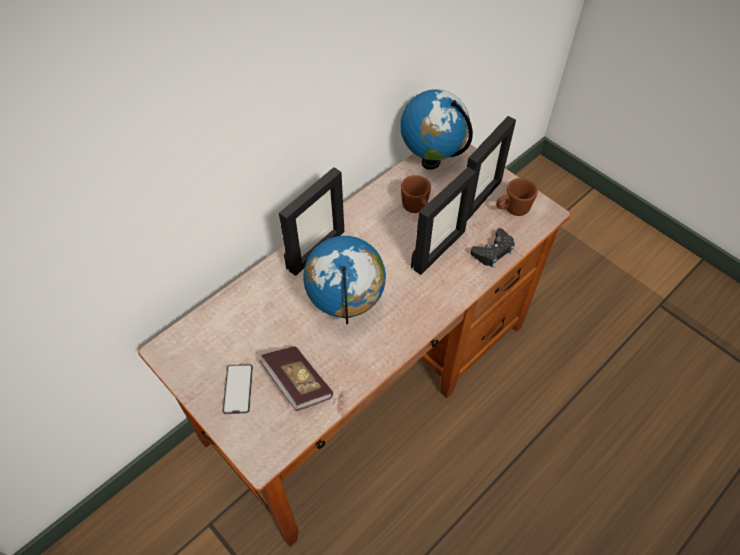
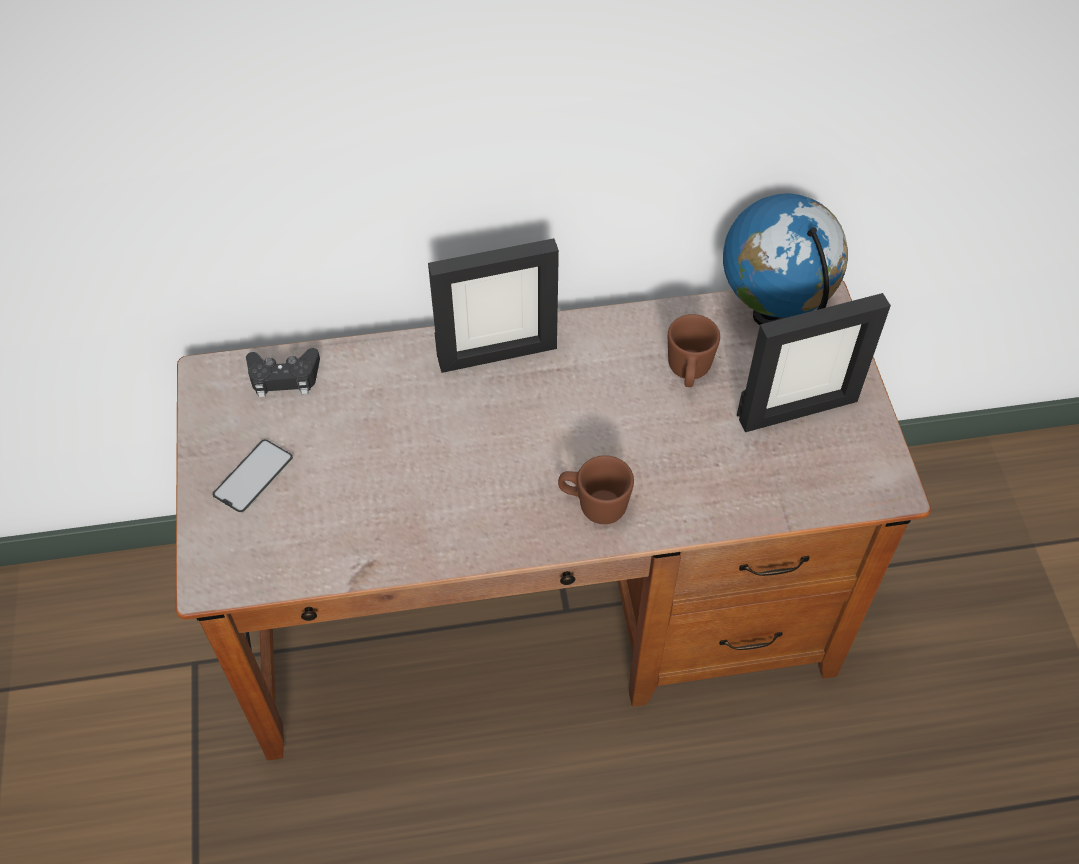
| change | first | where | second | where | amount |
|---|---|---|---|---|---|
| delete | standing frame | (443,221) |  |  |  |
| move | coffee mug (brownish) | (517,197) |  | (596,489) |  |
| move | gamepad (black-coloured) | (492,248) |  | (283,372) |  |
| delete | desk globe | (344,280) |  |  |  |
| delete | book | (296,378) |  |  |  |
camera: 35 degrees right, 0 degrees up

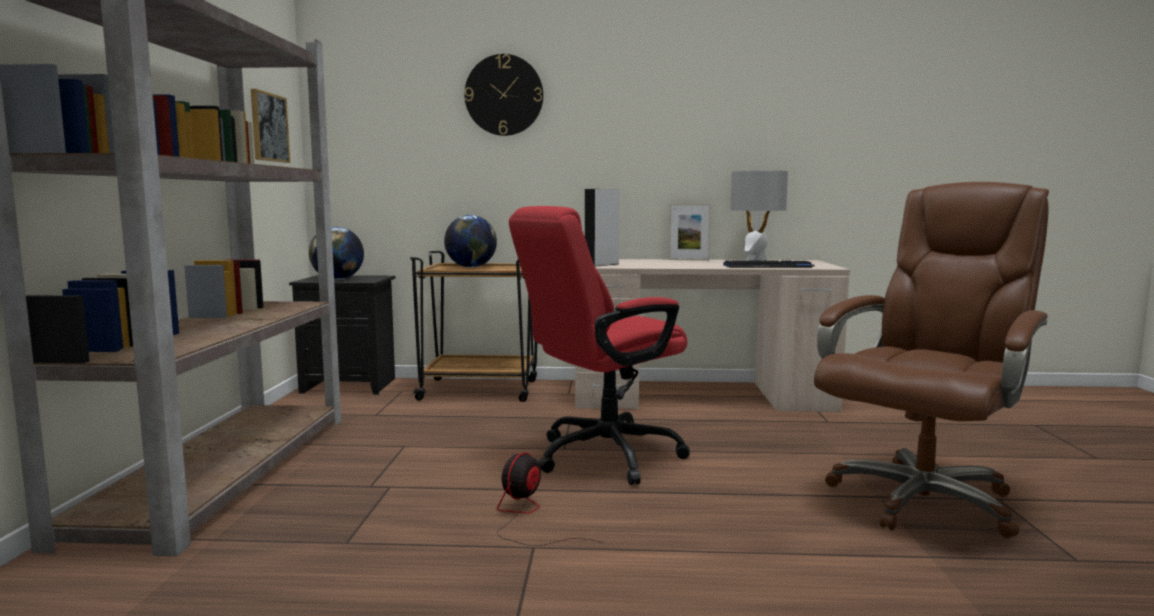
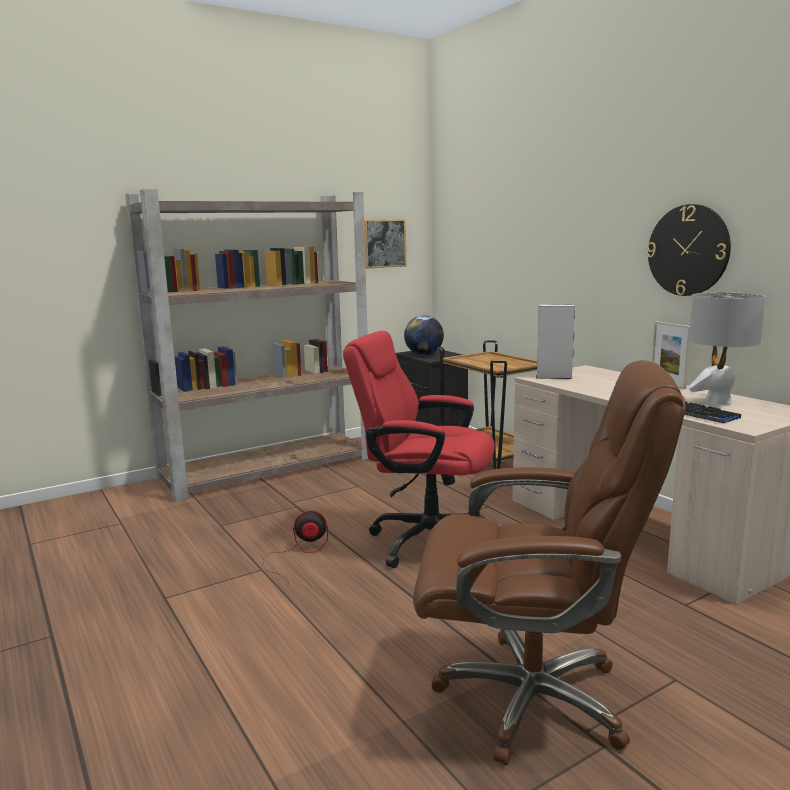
| change | first | where | second | where | amount |
|---|---|---|---|---|---|
| move | hanging clock | (503,95) |  | (689,250) |  |
| delete | desk globe | (470,241) |  |  |  |
camera: 55 degrees right, 5 degrees up

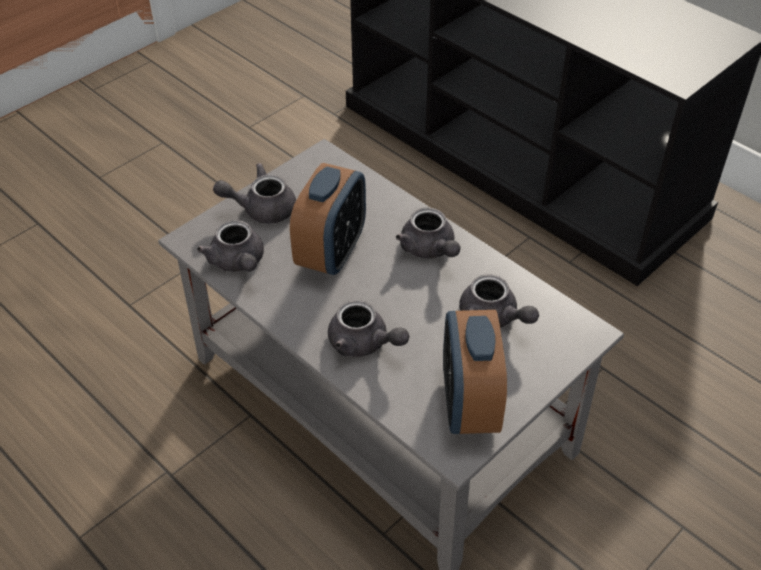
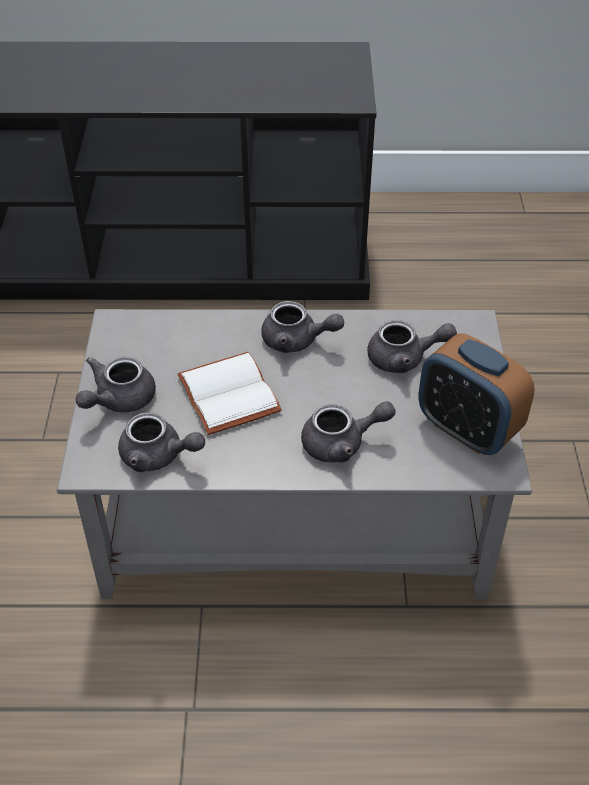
| change | first | where | second | where | amount |
|---|---|---|---|---|---|
| replace | table clock | (328,219) | book (white) | (229,393) |  |
camera: 45 degrees left, 0 degrees up

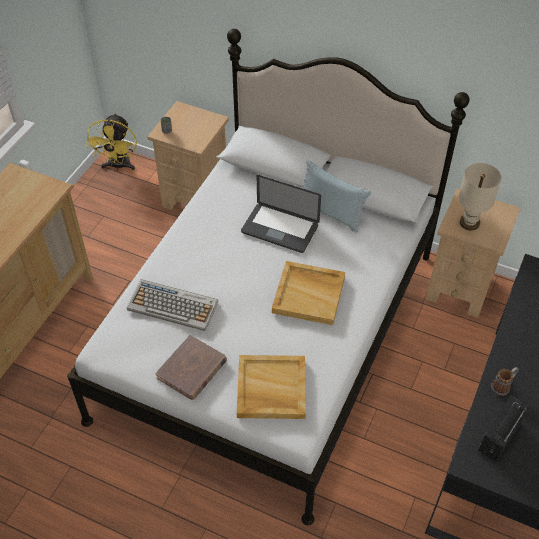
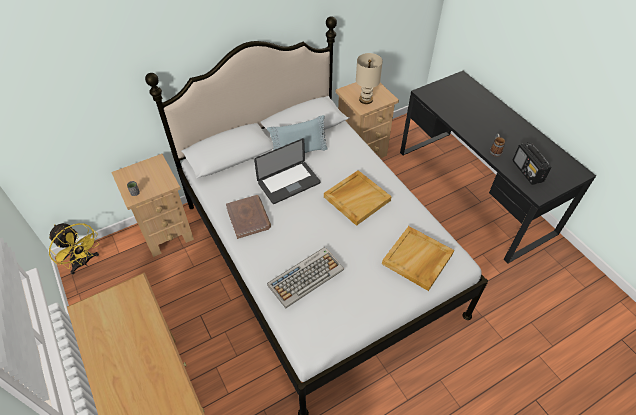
| change | first | where | second | where | amount |
|---|---|---|---|---|---|
| move | book (brownish) | (191,367) |  | (248,217) |  |
camera: 55 degrees left, 0 degrees up

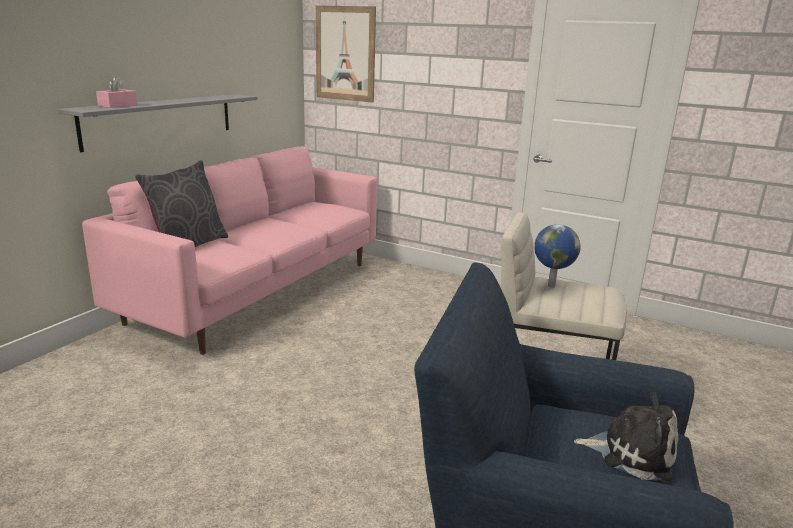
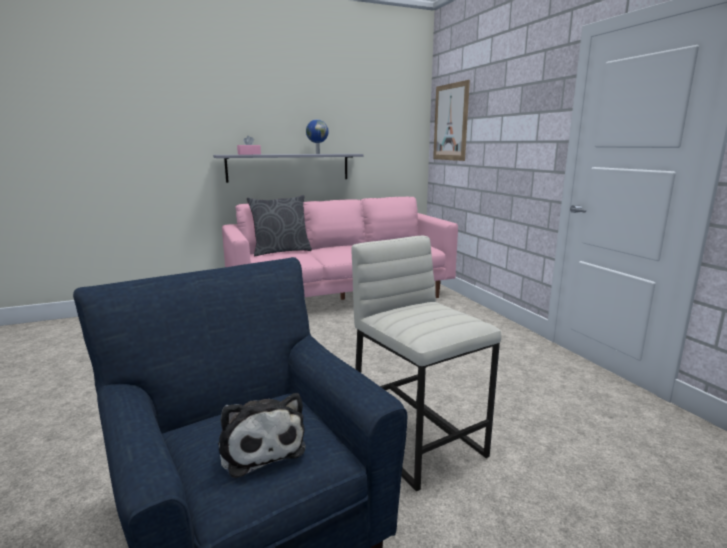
| change | first | where | second | where | amount |
|---|---|---|---|---|---|
| move | desk globe | (557,256) |  | (317,137) |  |
camera: 40 degrees right, 5 degrees down

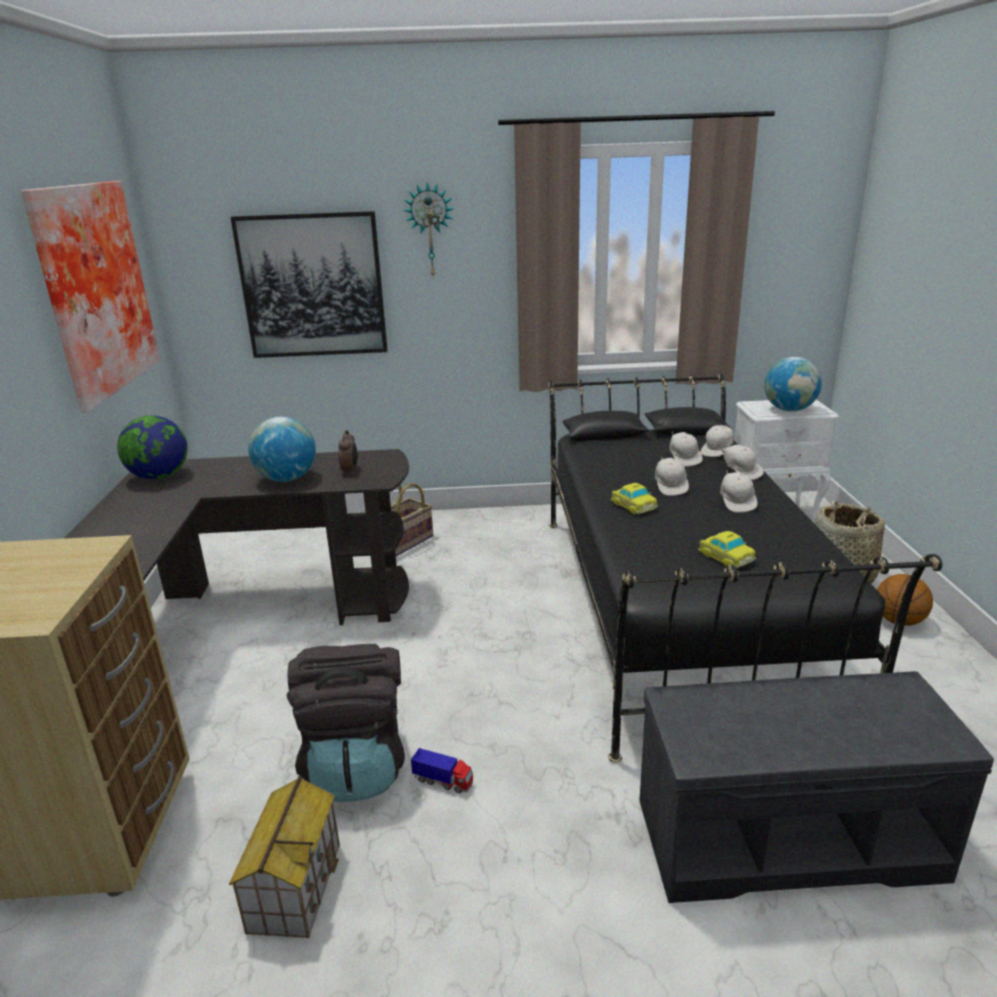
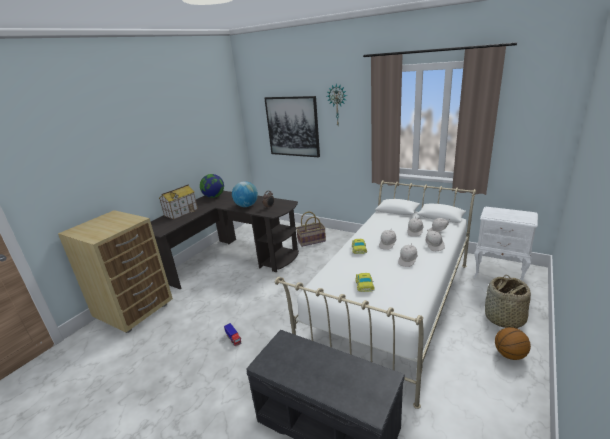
| change | first | where | second | where | amount |
|---|---|---|---|---|---|
| delete | wall art | (90,297) |  |  |  |
| delete | desk globe | (793,384) |  |  |  |
| recolor | bed (black-coloured) | (745,568) | bed (white) | (375,294) |  |
| delete | backpack (black-coloured) | (345,723) |  |  |  |
| move | miniature house | (284,856) |  | (178,202) |  |
camera: 35 degrees right, 0 degrees up

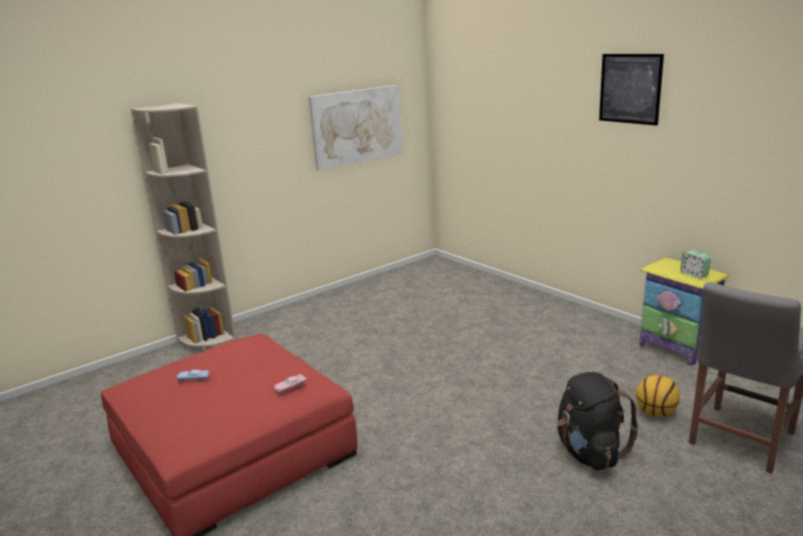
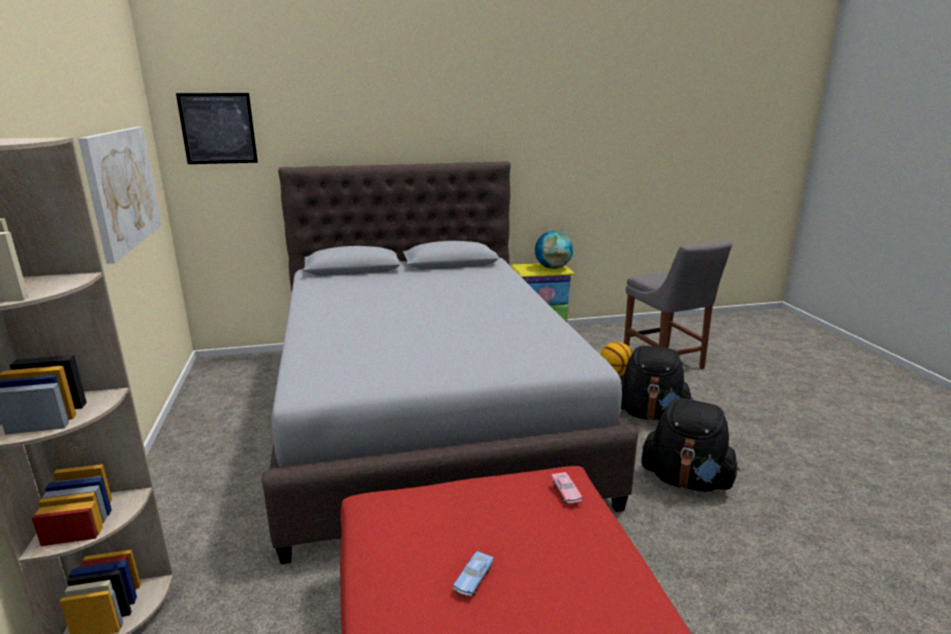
| change | first | where | second | where | amount |
|---|---|---|---|---|---|
| move | wall art | (631,90) |  | (217,128) |  |
| replace | table clock | (695,264) | desk globe | (554,250) |  |
| insert |  |  | bed (grey) | (450,362) |  |
| insert |  |  | backpack (black-coloured) | (690,445) |  |
camera: 65 degrees left, 0 degrees up

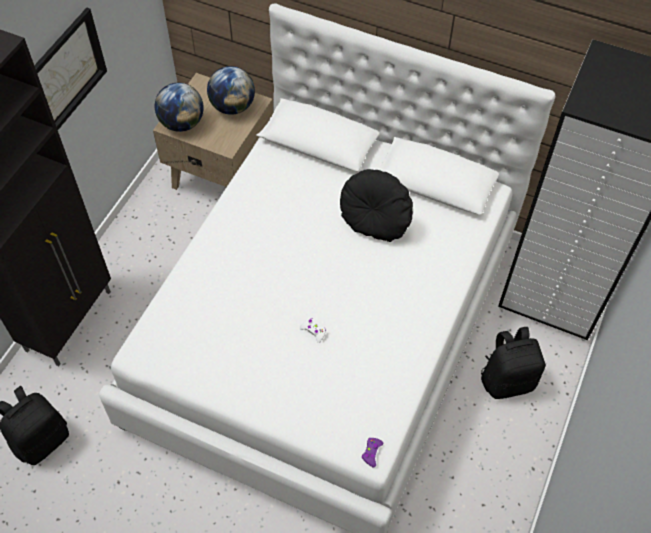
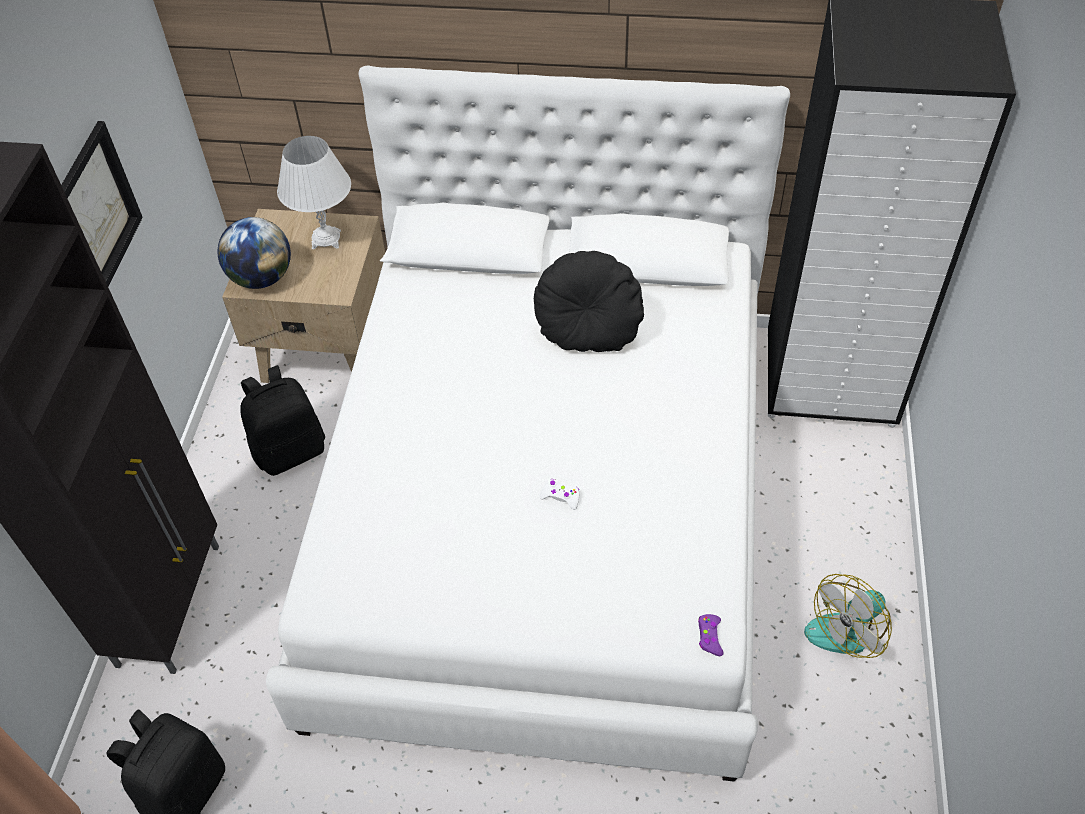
| change | first | where | second | where | amount |
|---|---|---|---|---|---|
| replace | desk globe | (231,90) | tabletop lamp (white) | (314,192) |  |
| move | backpack (black-coloured) | (513,363) |  | (282,420) |  |
| insert |  |  | fan | (848,616) |  |
camera: 15 degrees left, 5 degrees down

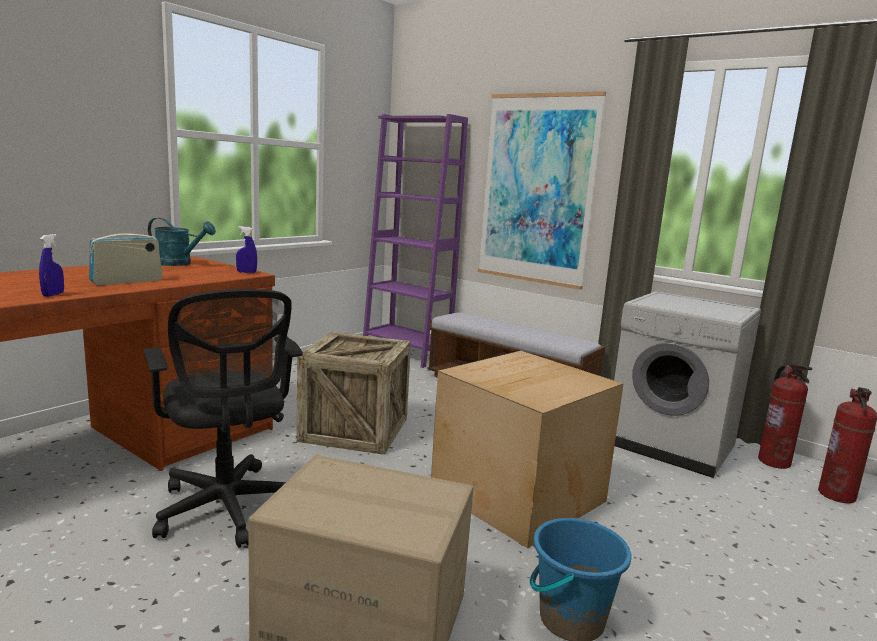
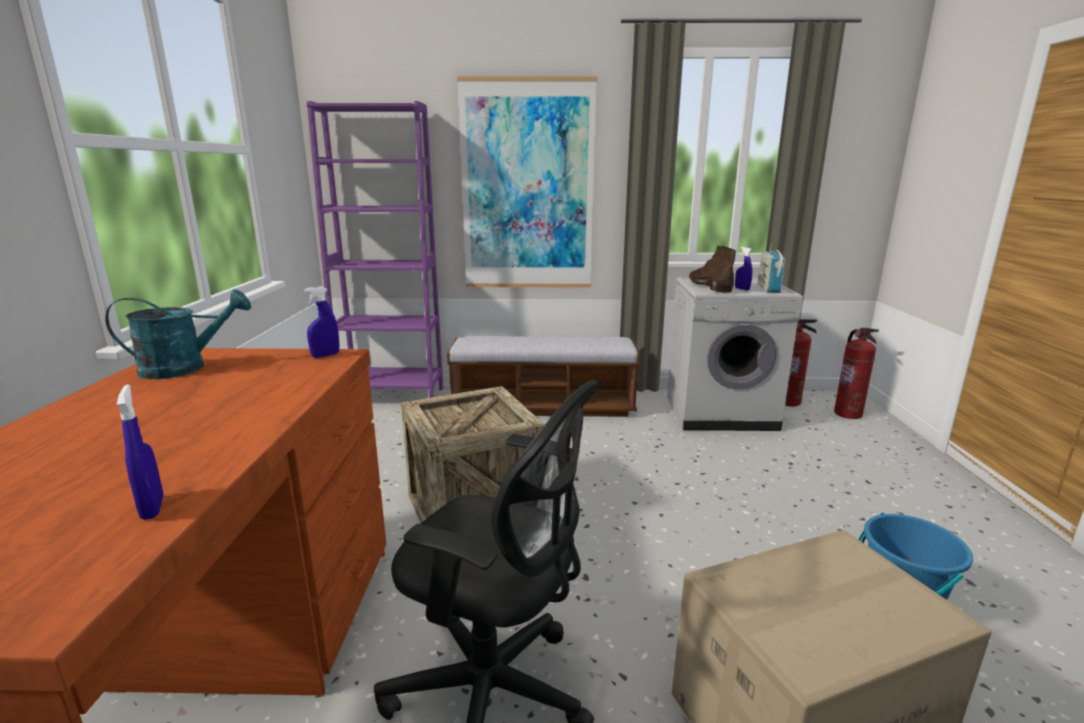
| change | first | where | second | where | amount |
|---|---|---|---|---|---|
| move | radio | (125,256) |  | (771,268) |  |
| delete | packing box | (527,449) |  |  |  |
| insert |  |  | tall boot (brownish) | (712,269) |  |
| insert |  |  | spray bottle (bluish) | (743,269) |  |
camera: 35 degrees left, 5 degrees up

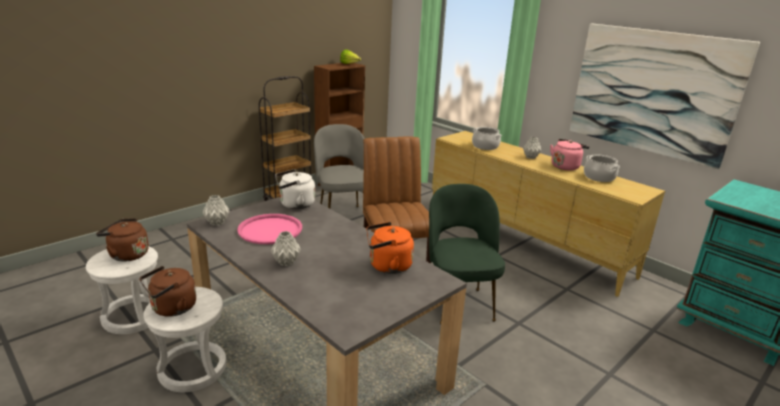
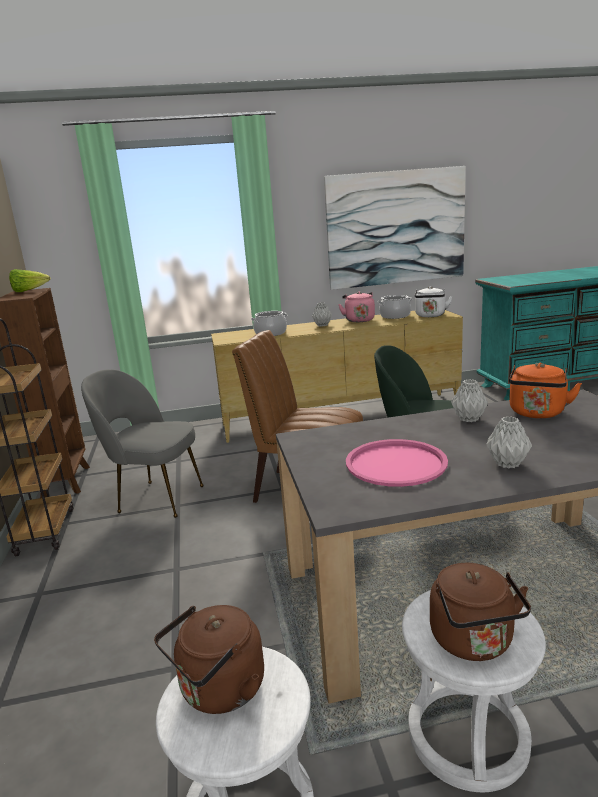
| change | first | where | second | where | amount |
|---|---|---|---|---|---|
| move | water kettle (white) | (295,189) |  | (434,301) |  |
| move | flower vase (grey) | (216,210) |  | (469,400) |  |
camera: 55 degrees left, 5 degrees down

